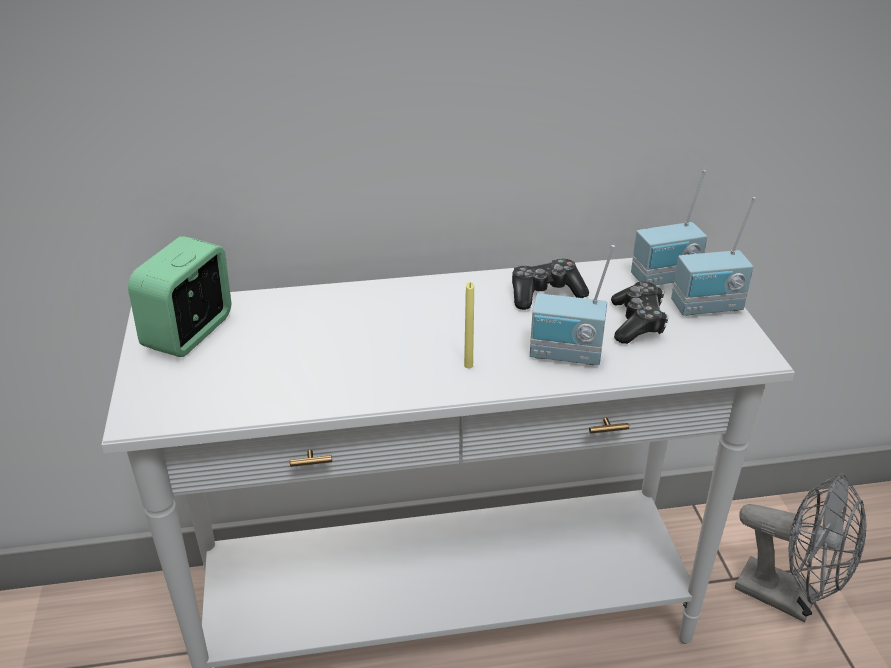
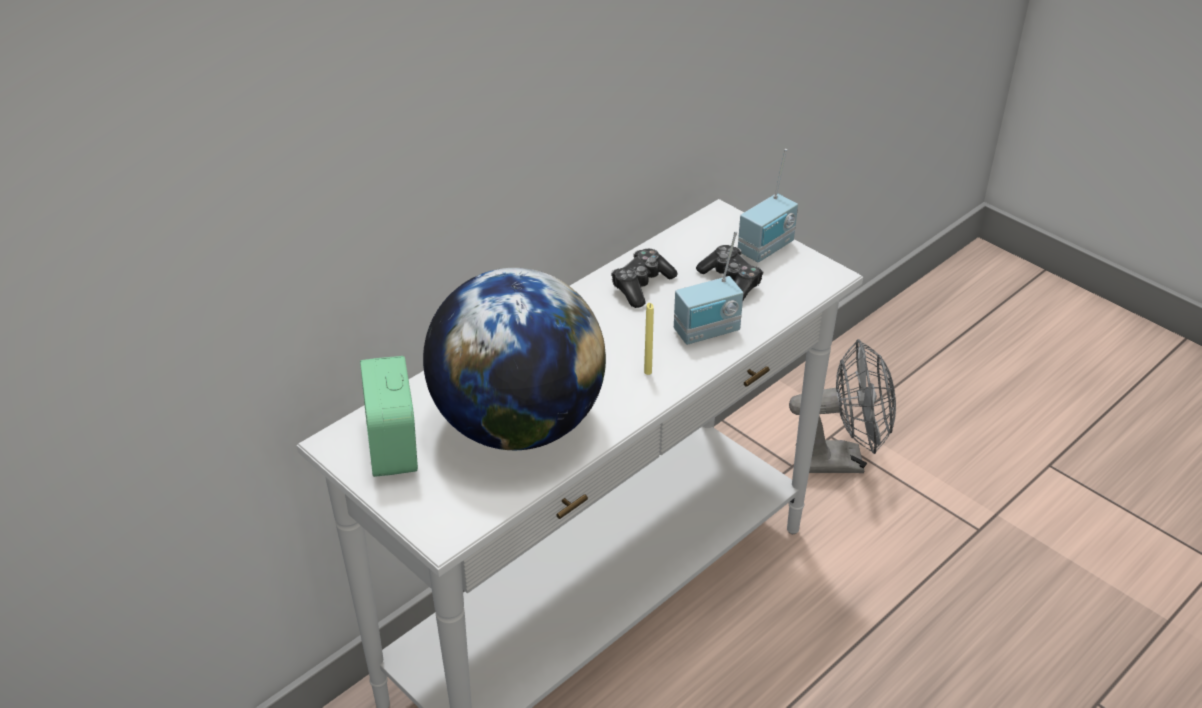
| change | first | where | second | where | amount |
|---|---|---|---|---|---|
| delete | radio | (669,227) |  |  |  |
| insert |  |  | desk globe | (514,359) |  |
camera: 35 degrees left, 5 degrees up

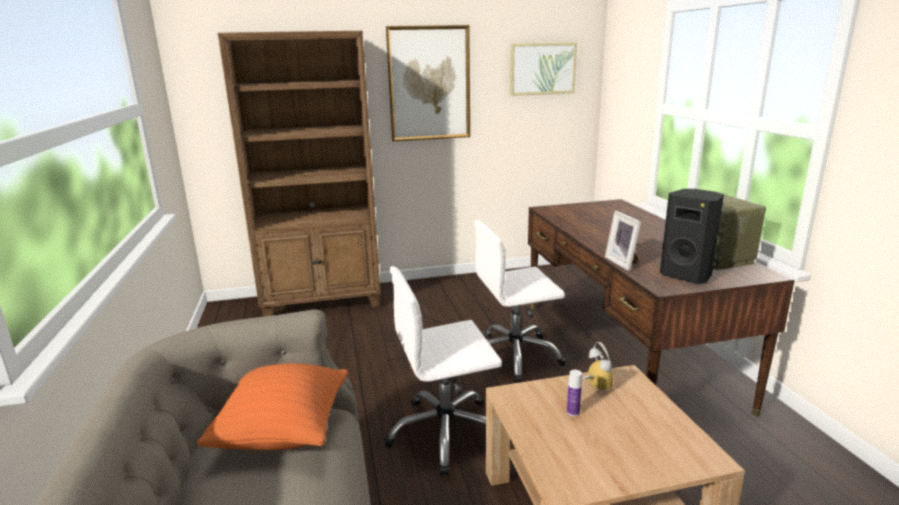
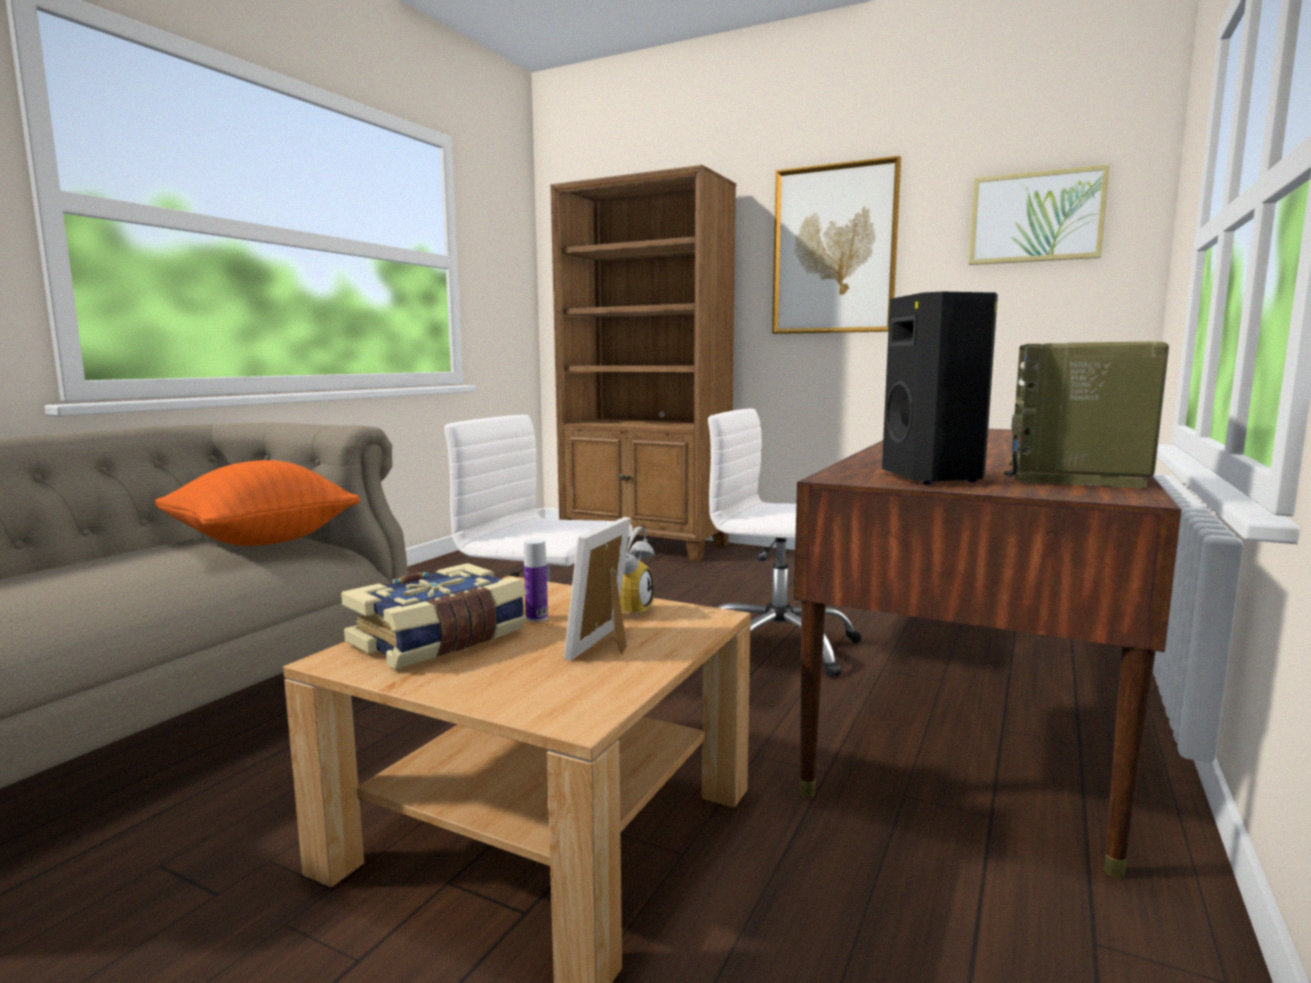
| change | first | where | second | where | amount |
|---|---|---|---|---|---|
| move | standing frame | (623,241) |  | (597,589) |  |
| insert |  |  | book | (434,616) |  |
camera: 40 degrees right, 10 degrees down

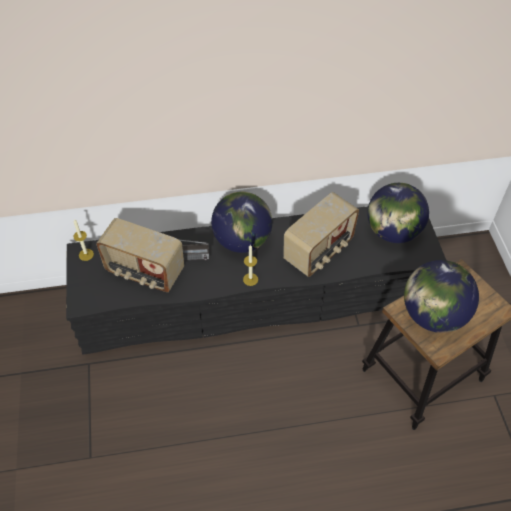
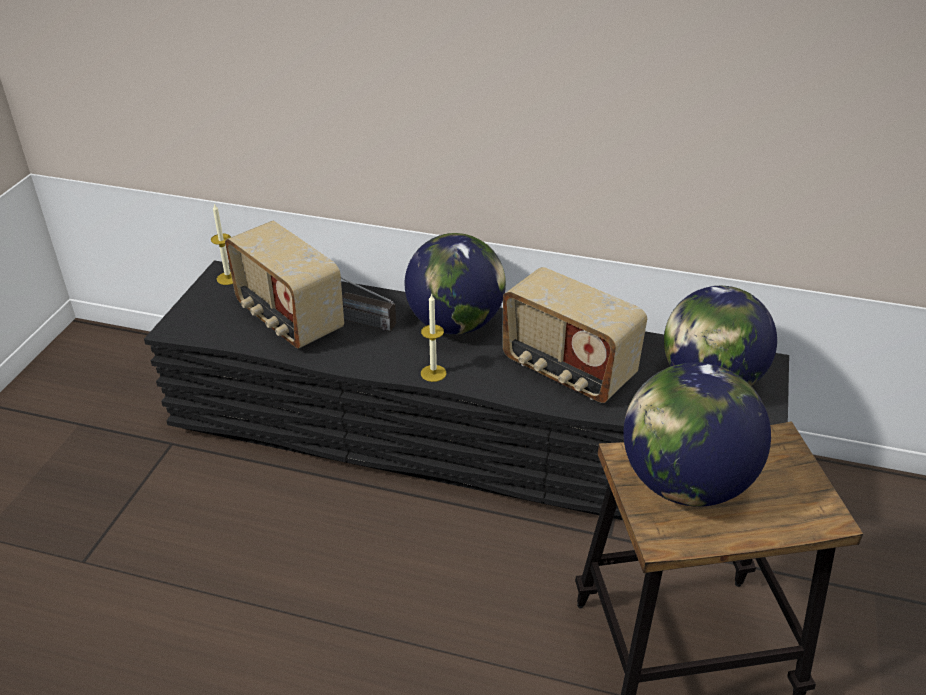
| change | first | where | second | where | amount |
|---|---|---|---|---|---|
| rotate | radio | (321,234) |  | (575,335) | 60 degrees clockwise |
camera: 25 degrees right, 15 degrees down

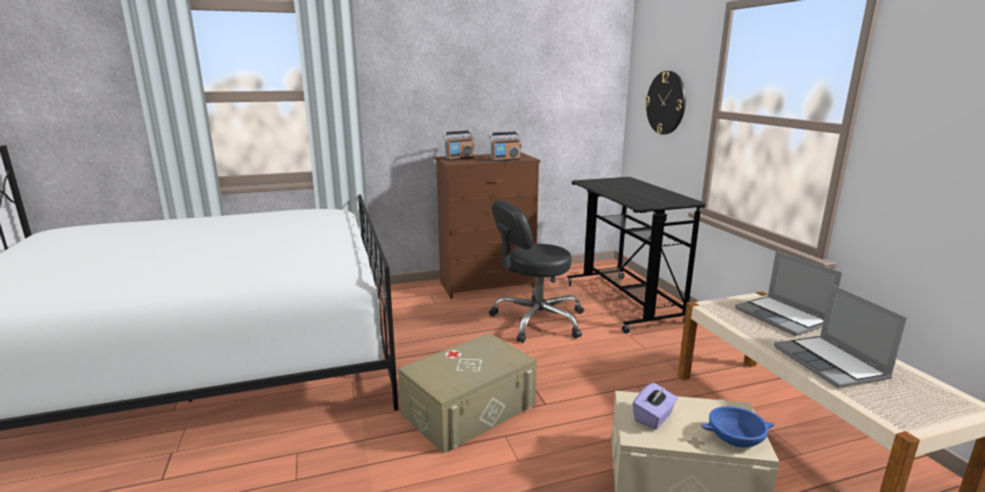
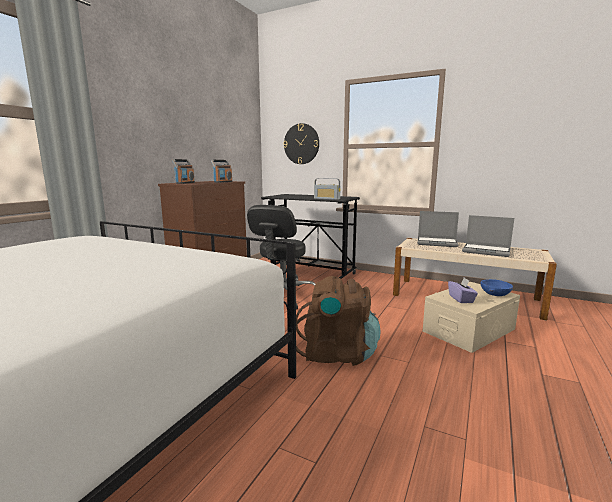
| change | first | where | second | where | amount |
|---|---|---|---|---|---|
| replace | storage box (sand-coloured) | (467,393) | backpack (brownish) | (338,321) |  |
| insert |  |  | radio | (327,189) |  |
camera: 45 degrees left, 5 degrees down

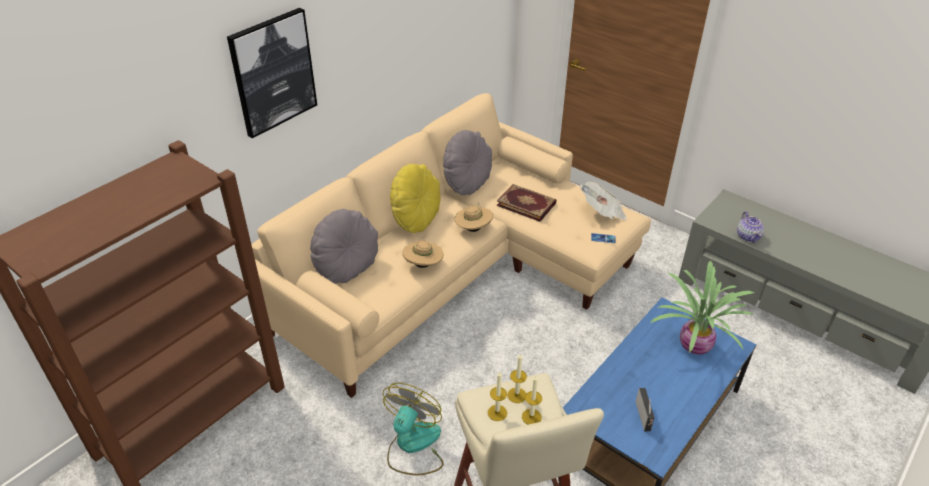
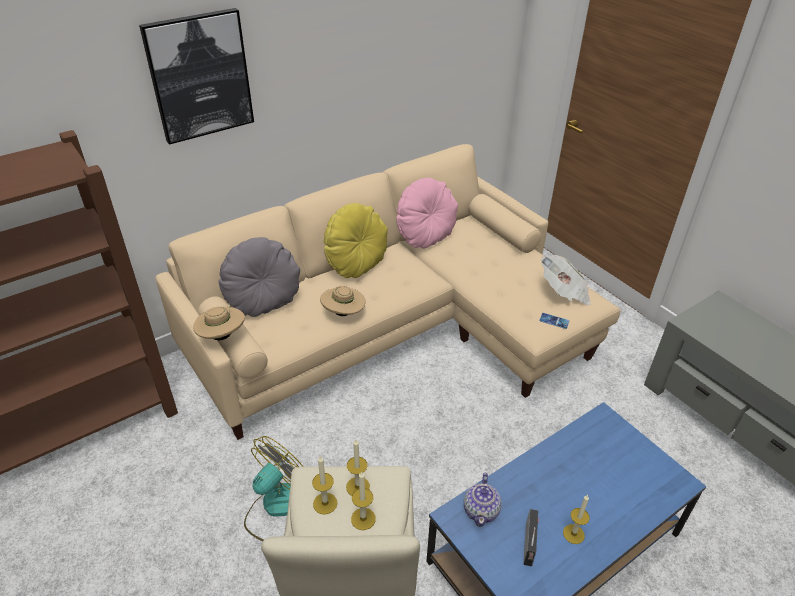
| change | first | where | second | where | amount |
|---|---|---|---|---|---|
| recolor | pillow (grey) | (467,162) | pillow (pinkish) | (427,213) |  |
| delete | book | (526,203) |  |  |  |
| move | wearable hat (sand-coloured) | (474,217) |  | (219,322) |  |
| move | teapot | (750,227) |  | (483,500) |  |
| delete | houseplant | (702,307) |  |  |  |
| insert |  |  | wax candle | (576,519) |  |
camera: 15 degrees right, 0 degrees up

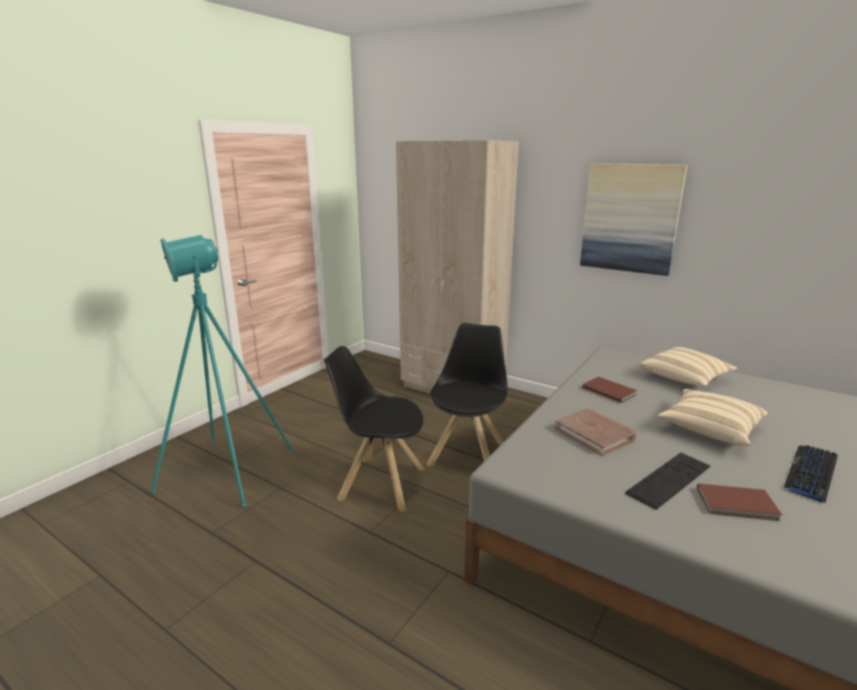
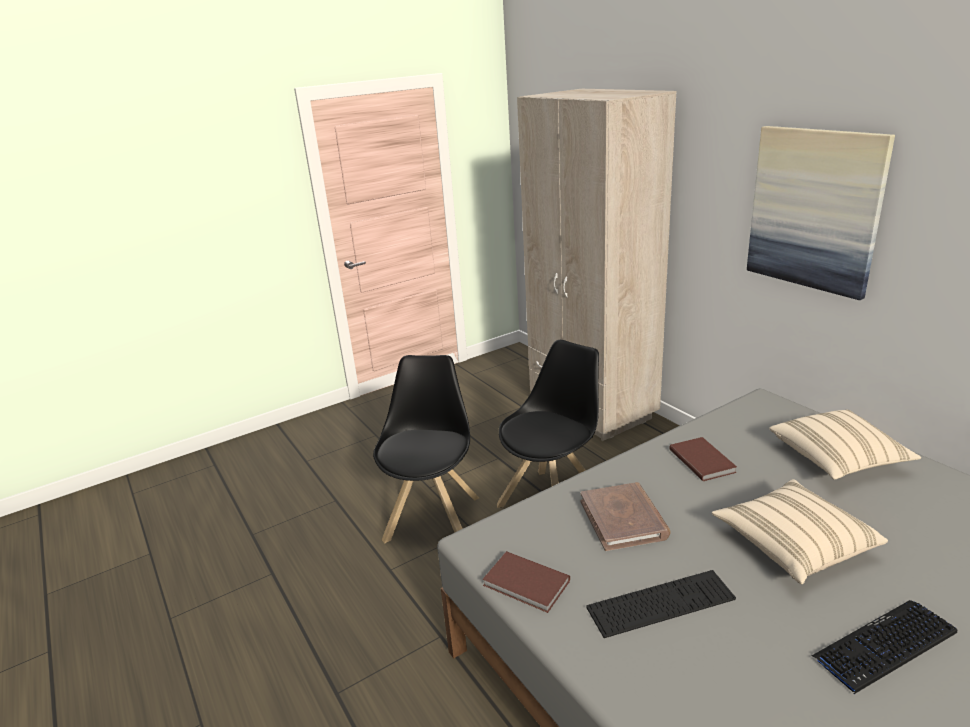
| change | first | where | second | where | amount |
|---|---|---|---|---|---|
| delete | standard lamp (turquoise-coloured) | (222,371) |  |  |  |
| rotate | upright chair (black-coloured) | (374,429) |  | (426,449) | 60 degrees clockwise |
| move | book (brownish) | (739,502) |  | (526,582) |  |
camera: 25 degrees right, 5 degrees up

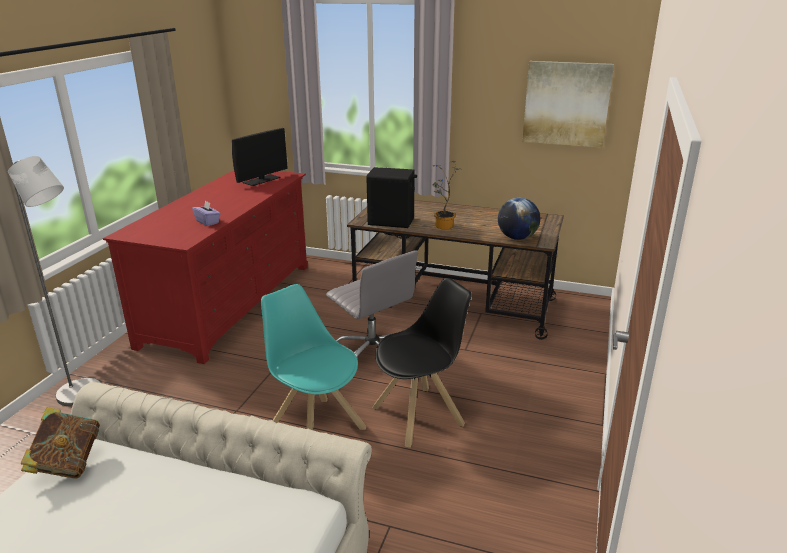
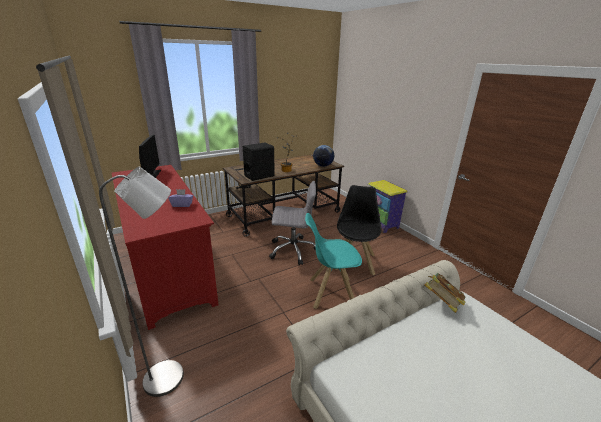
| change | first | where | second | where | amount |
|---|---|---|---|---|---|
| delete | wall art | (568,104) |  |  |  |
| move | book | (60,443) |  | (445,293) |  |
| insert |  |  | bedside table | (388,206) |  |
camera: 50 degrees left, 0 degrees up

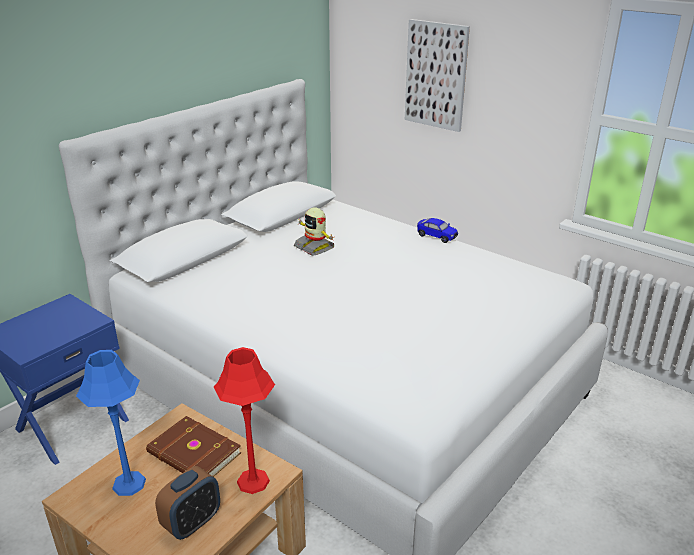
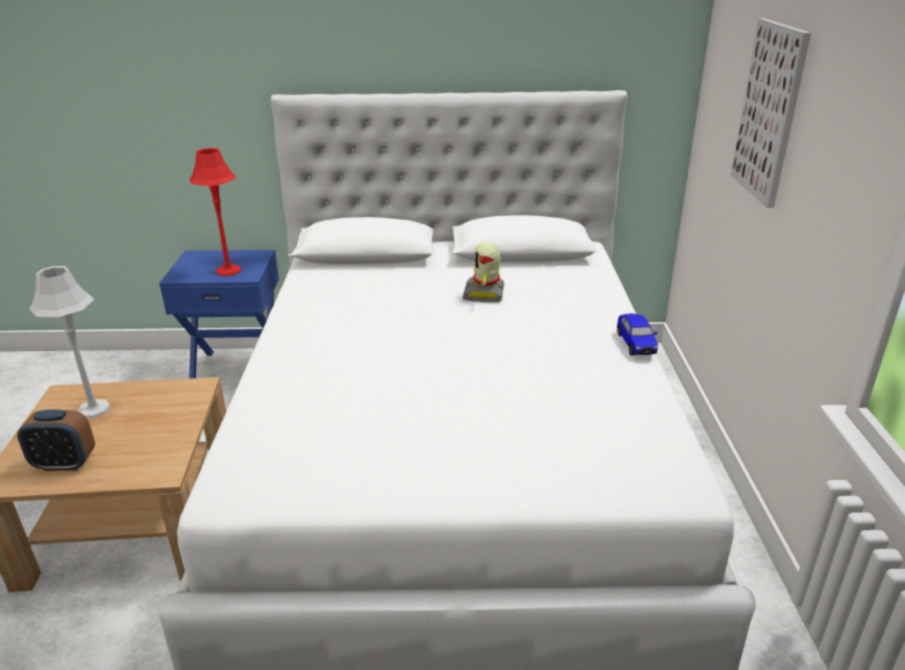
| change | first | where | second | where | amount |
|---|---|---|---|---|---|
| move | tabletop lamp (red-coloured) | (244,420) |  | (215,212) |  |
| recolor | tabletop lamp (bluish) | (111,423) | tabletop lamp (grey) | (70,342) |  |
| delete | book (brownish) | (193,446) |  |  |  |
camera: 50 degrees right, 0 degrees up

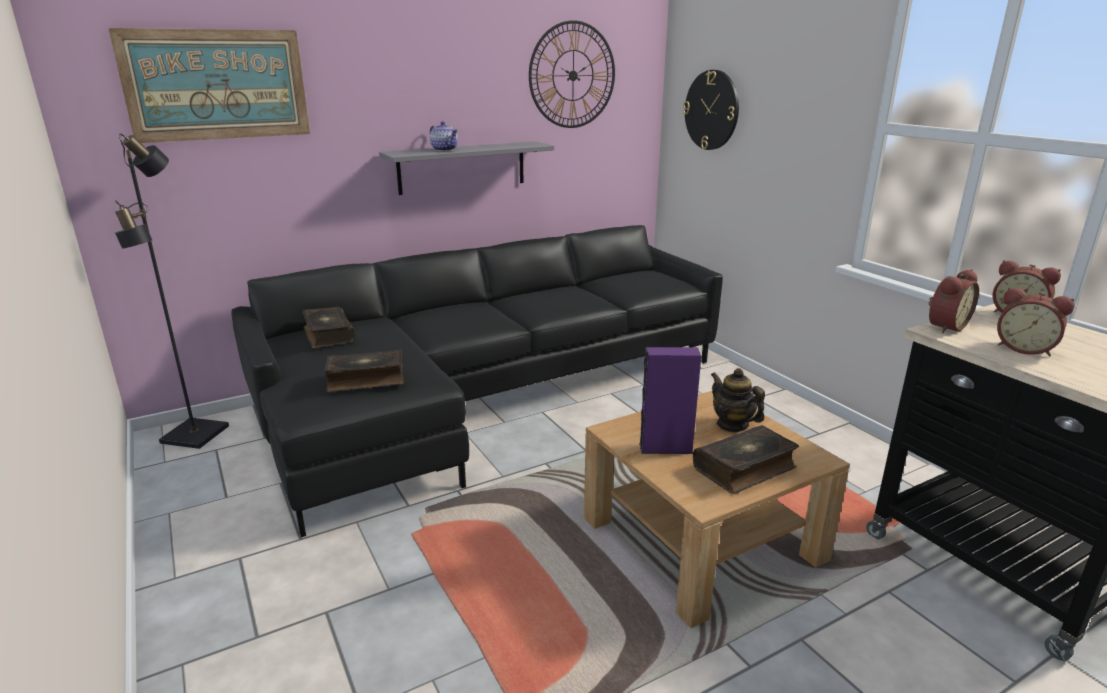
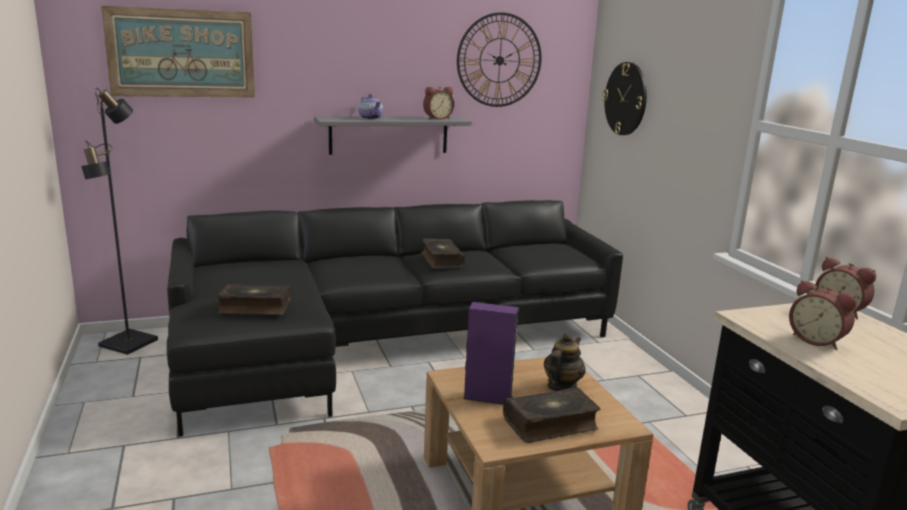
| change | first | where | second | where | amount |
|---|---|---|---|---|---|
| move | table clock | (953,301) |  | (438,103) |  |
| move | book | (328,327) |  | (443,253) |  |
| rotate | teapot | (738,400) |  | (564,362) | 60 degrees clockwise |
camera: 10 degrees right, 5 degrees down

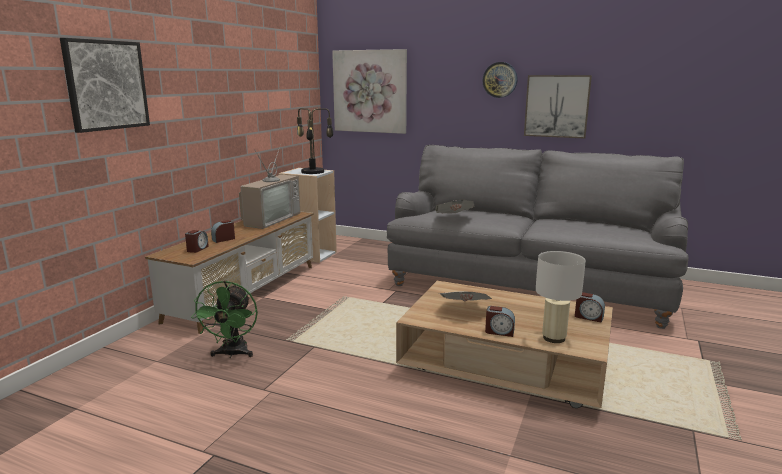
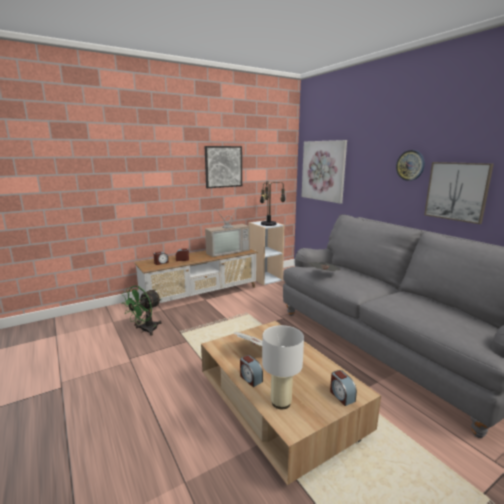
| change | first | where | second | where | amount |
|---|---|---|---|---|---|
| move | wall art | (105,85) |  | (223,167) |  |
camera: 35 degrees right, 0 degrees up

